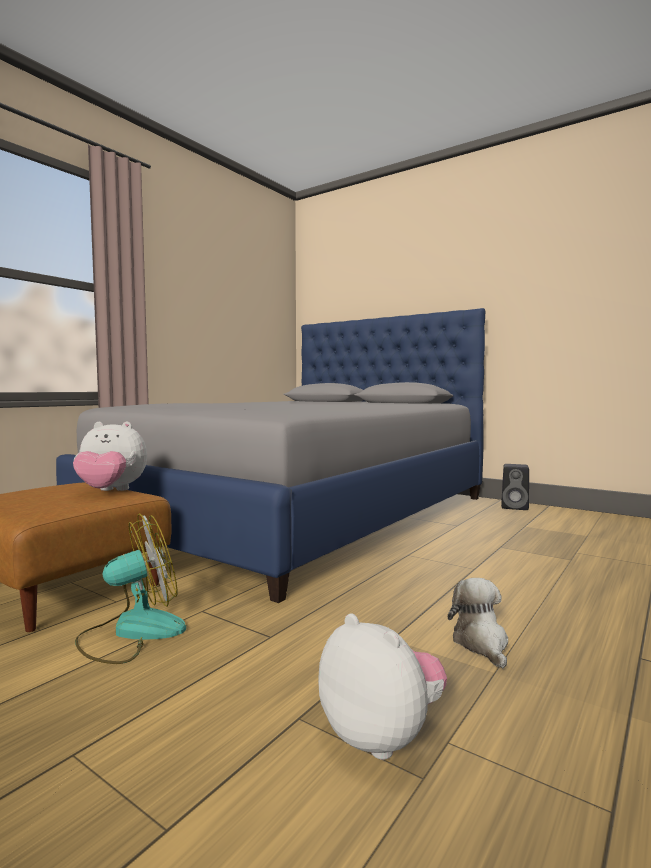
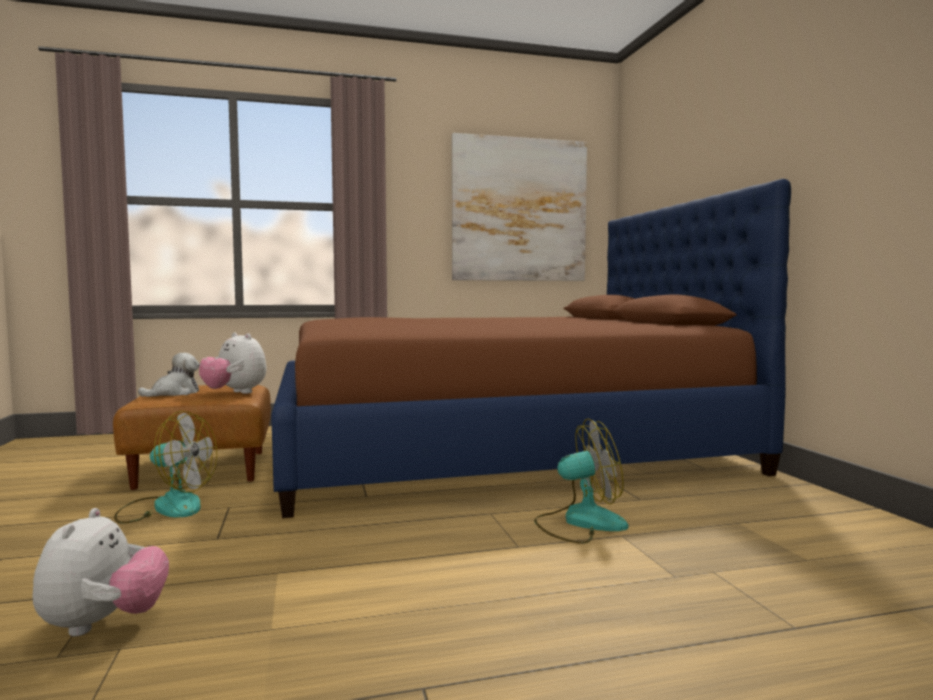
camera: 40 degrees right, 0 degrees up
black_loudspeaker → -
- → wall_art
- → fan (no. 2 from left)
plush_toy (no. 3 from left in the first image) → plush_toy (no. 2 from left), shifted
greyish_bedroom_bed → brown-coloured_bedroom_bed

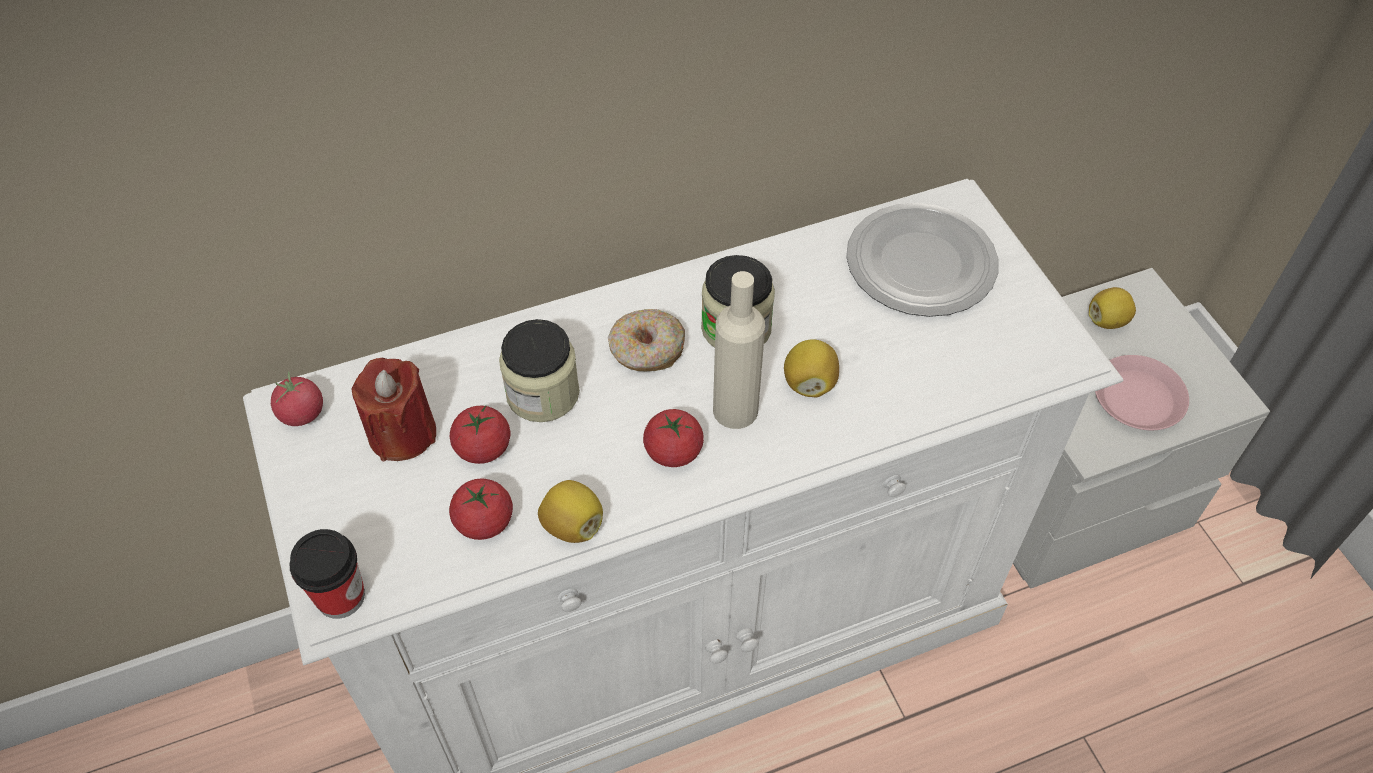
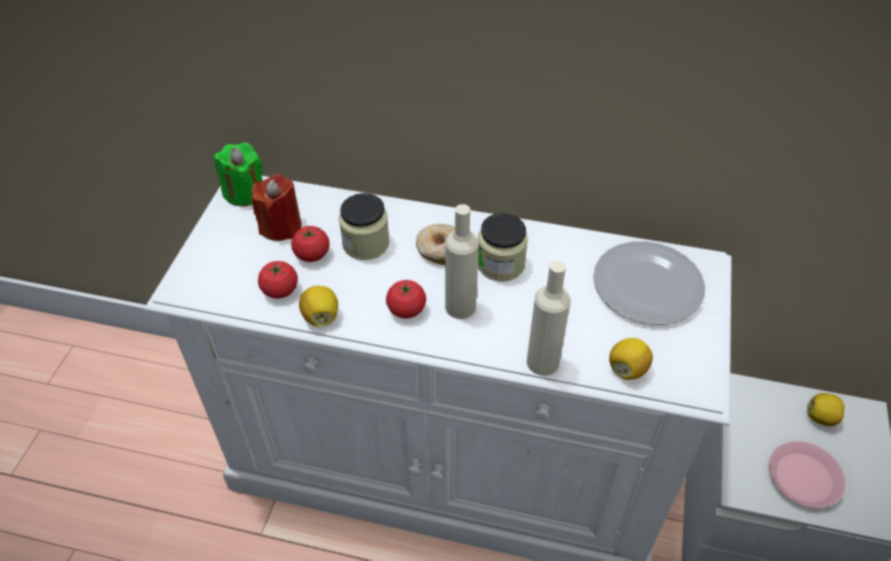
camera: 35 degrees right, 5 degrees down
cup → -
- → sand-coloured_drink_bottle (no. 2 from left)
citrus_fruit (no. 2 from left), shifted
whole_tomato (no. 1 from left) → green_wax_candle

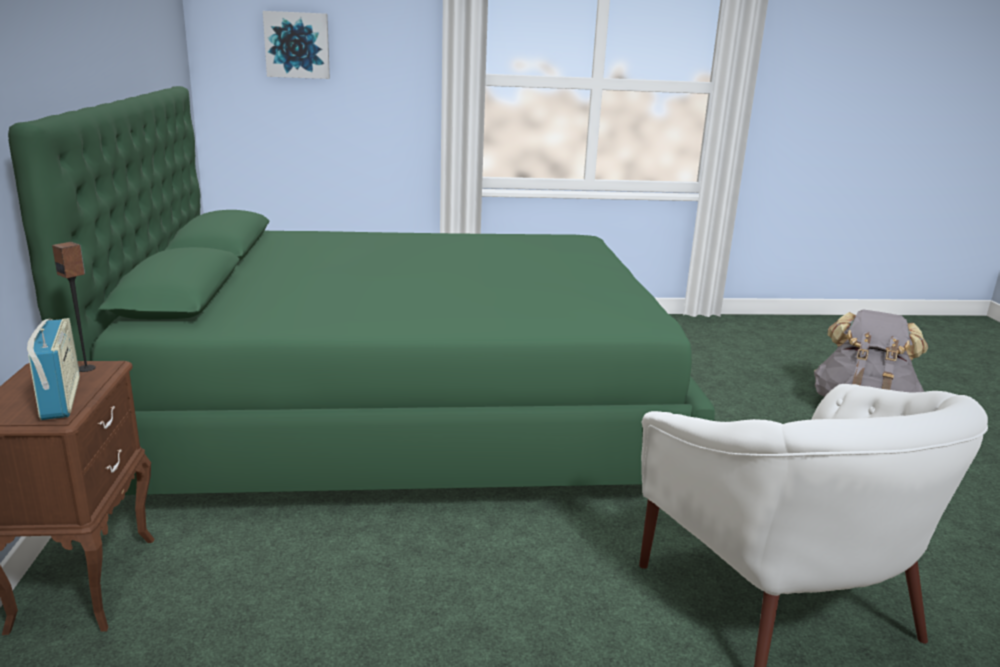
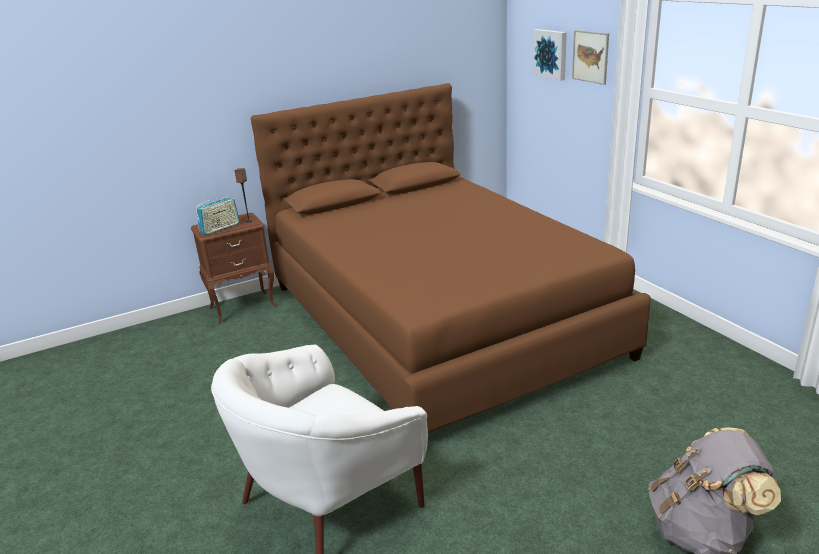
camera: 70 degrees right, 5 degrees up
- → wall_art (no. 2 from left)
green_bedroom_bed → brown-coloured_bedroom_bed

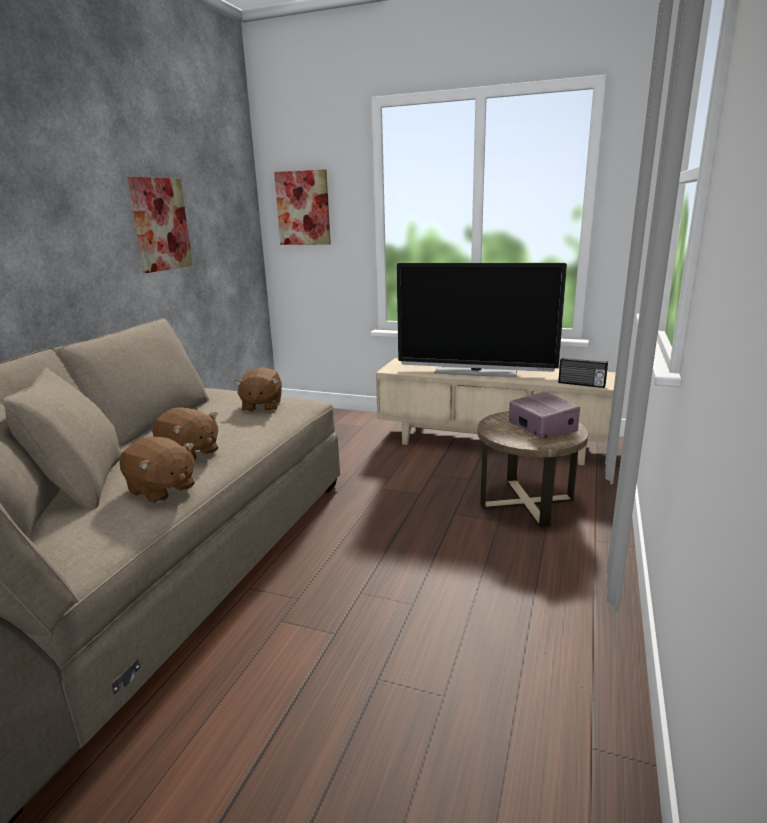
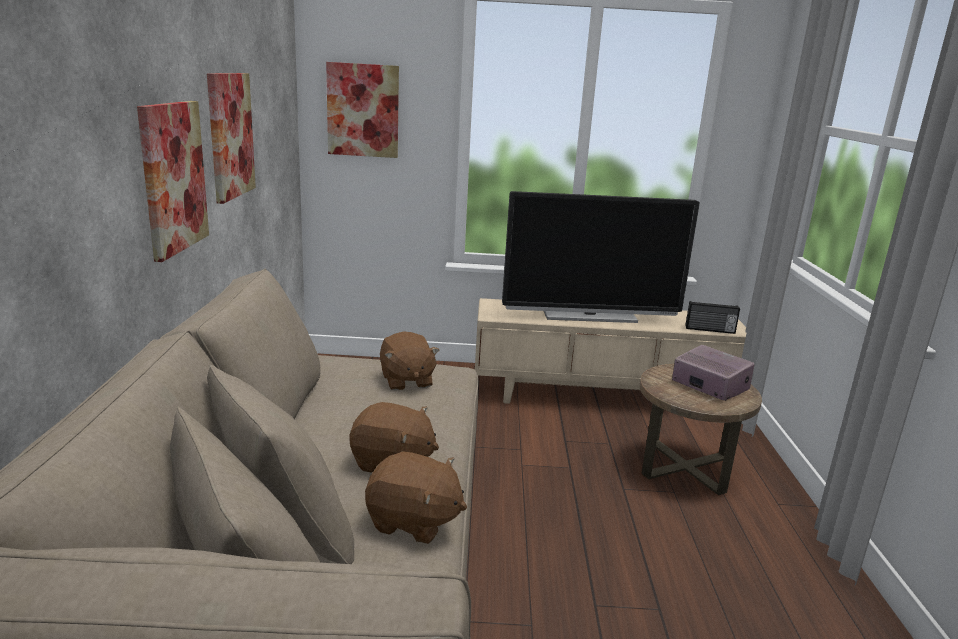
camera: 20 degrees left, 0 degrees up
- → wall_art (no. 1 from left)

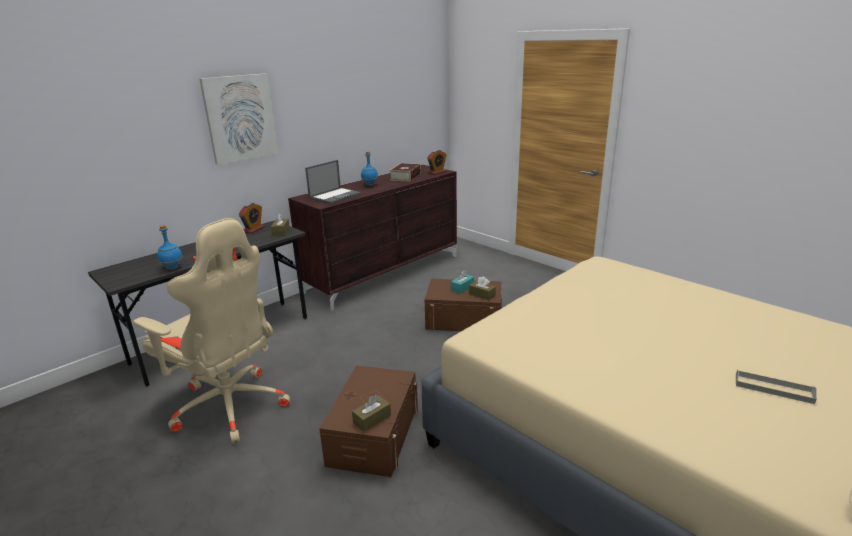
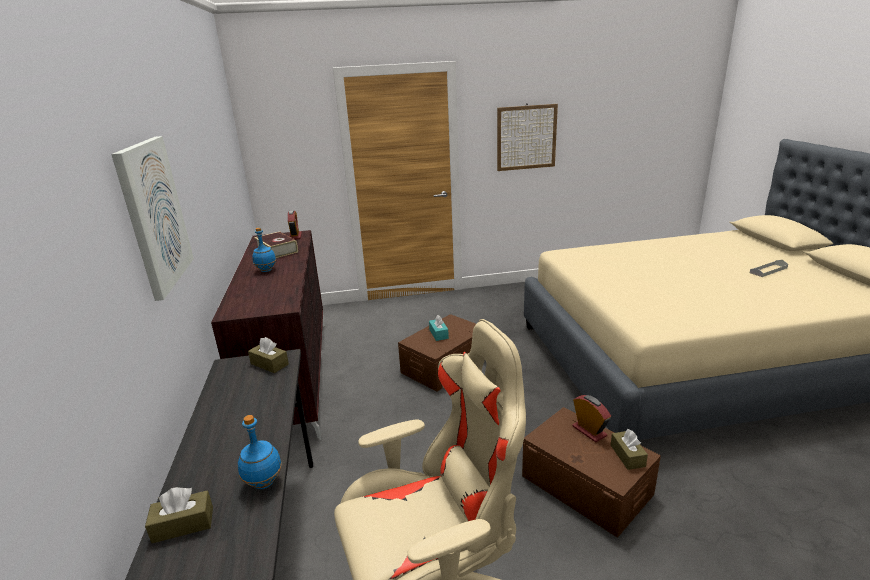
camera: 55 degrees left, 0 degrees up
laptop → -
- → wall_art (no. 2 from left)
table_clock (no. 1 from left in the first image) → table_clock (no. 2 from left), shifted
brown-coloured_tissue_holder (no. 3 from left in the first image) → brown-coloured_tissue_holder (no. 1 from left), shifted

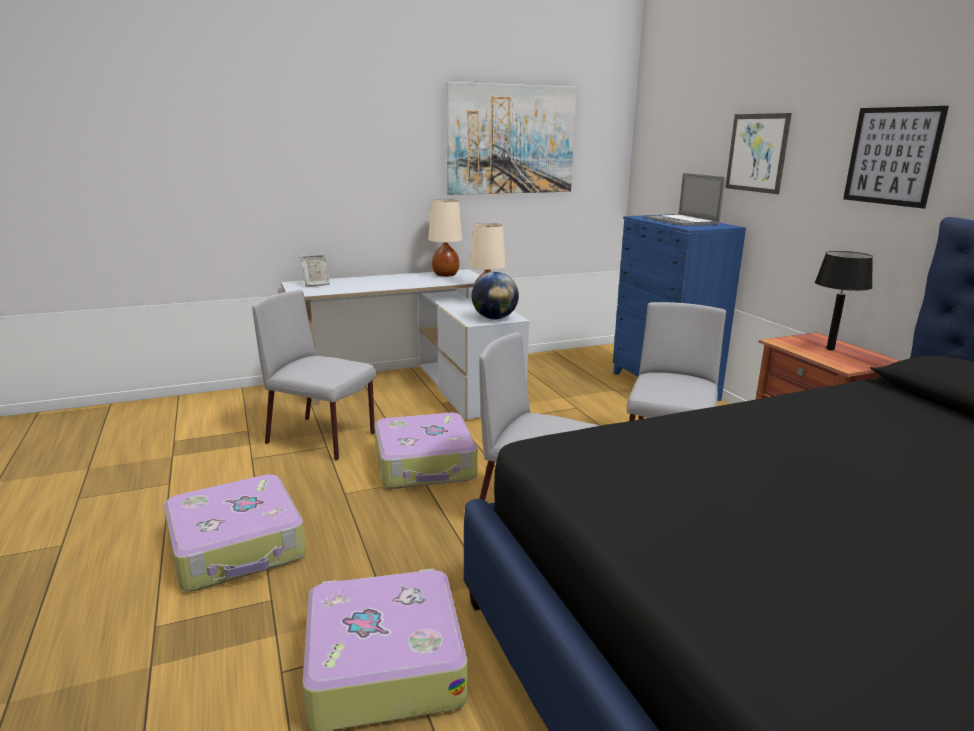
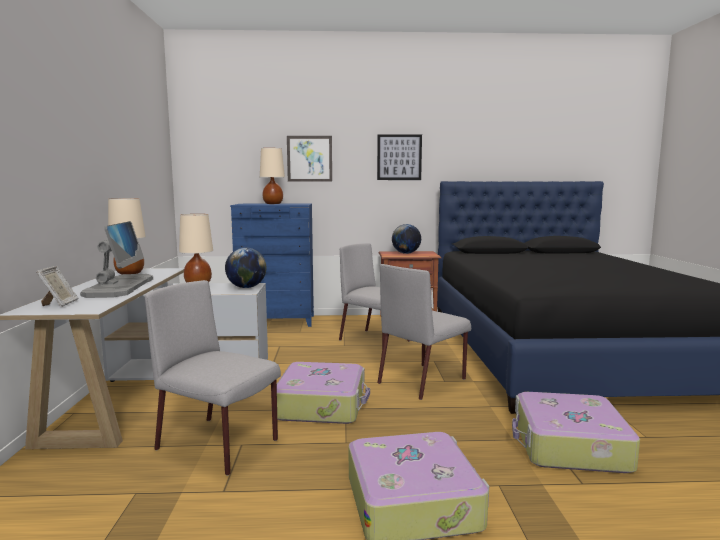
camera: 70 degrees left, 10 degrees down
wall_art (no. 1 from left) → -
- → monitor
laptop → sand-coloured_lamp_for_a_table (no. 3 from left)
black_lamp_for_a_table → world_globe (no. 2 from left)
greyish_chair (no. 1 from left), 75 degrees clockwise

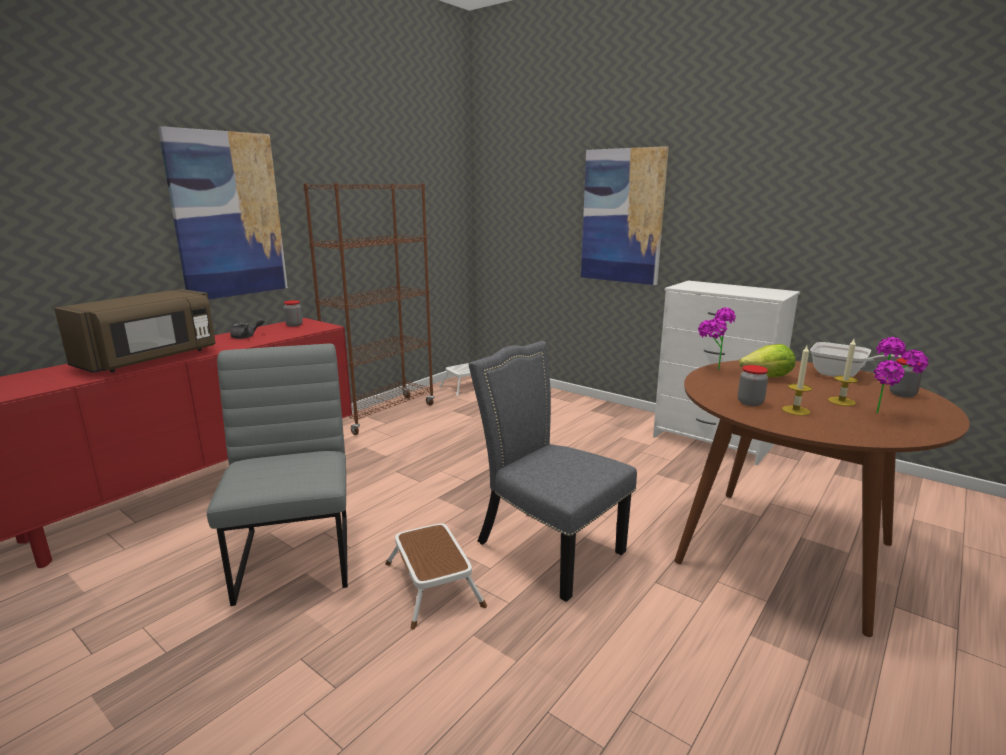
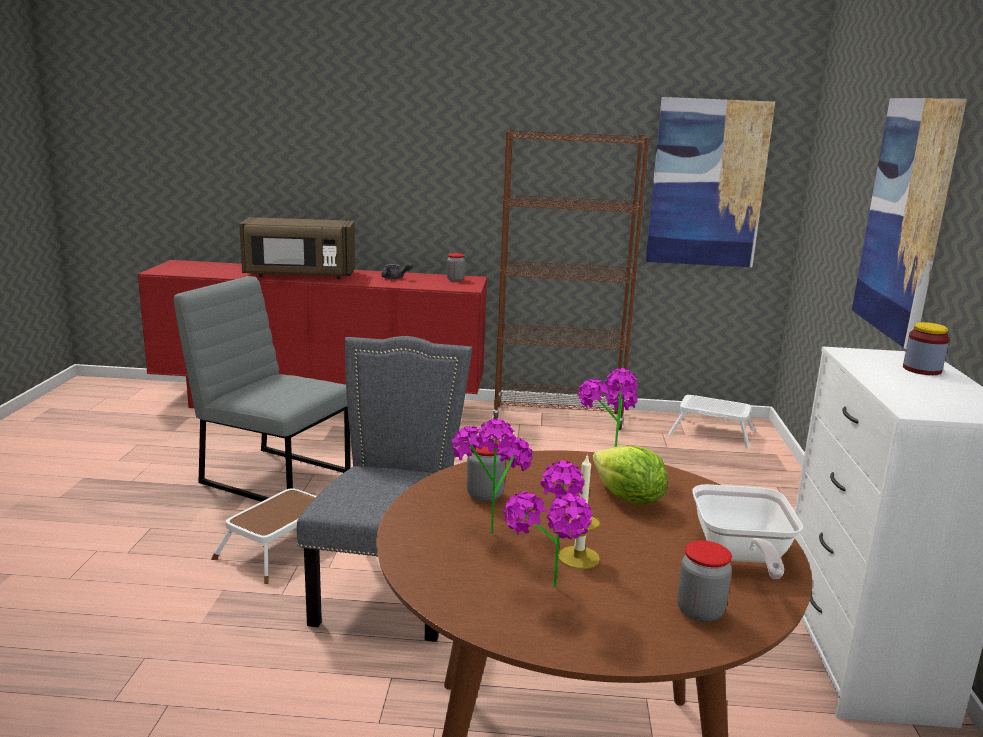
camera: 55 degrees right, 0 degrees up
- → jar (no. 4 from left)
wall_art (no. 1 from left), shifted
wax_candle (no. 1 from left) → plant_in_a_pot (no. 1 from left)
greyish_chair (no. 1 from left), 105 degrees counterclockwise

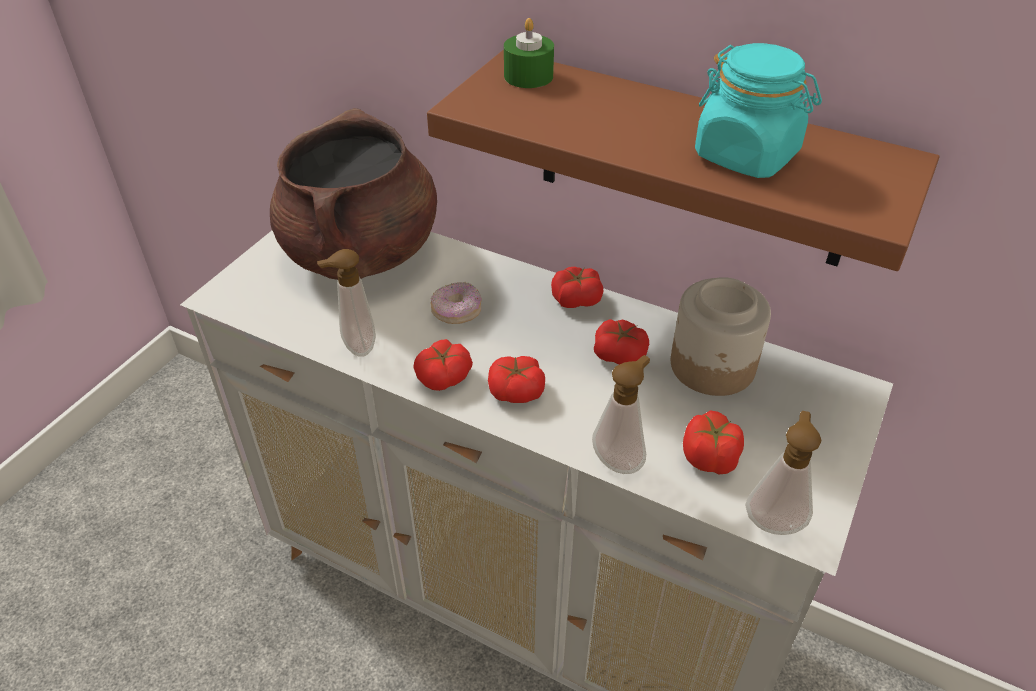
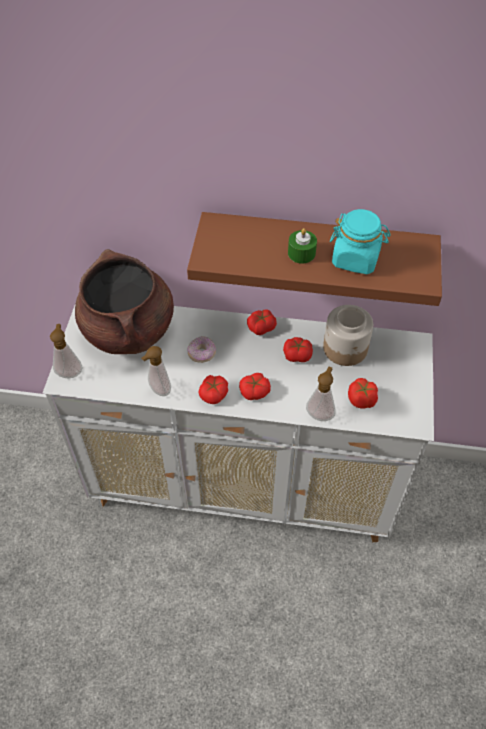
camera: 20 degrees left, 10 degrees up
green_wax_candle, shifted
soap_bottle (no. 3 from left in the first image) → soap_bottle (no. 1 from left), shifted

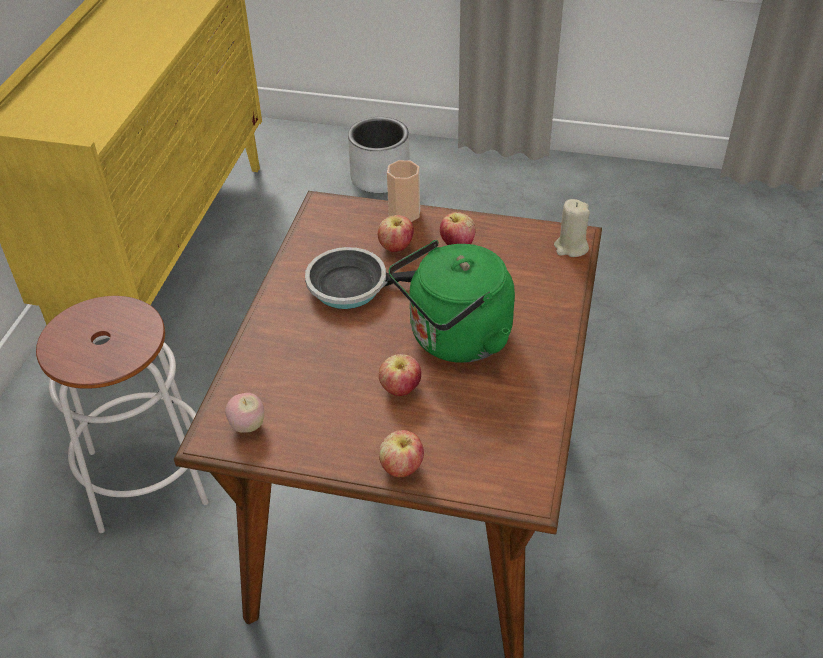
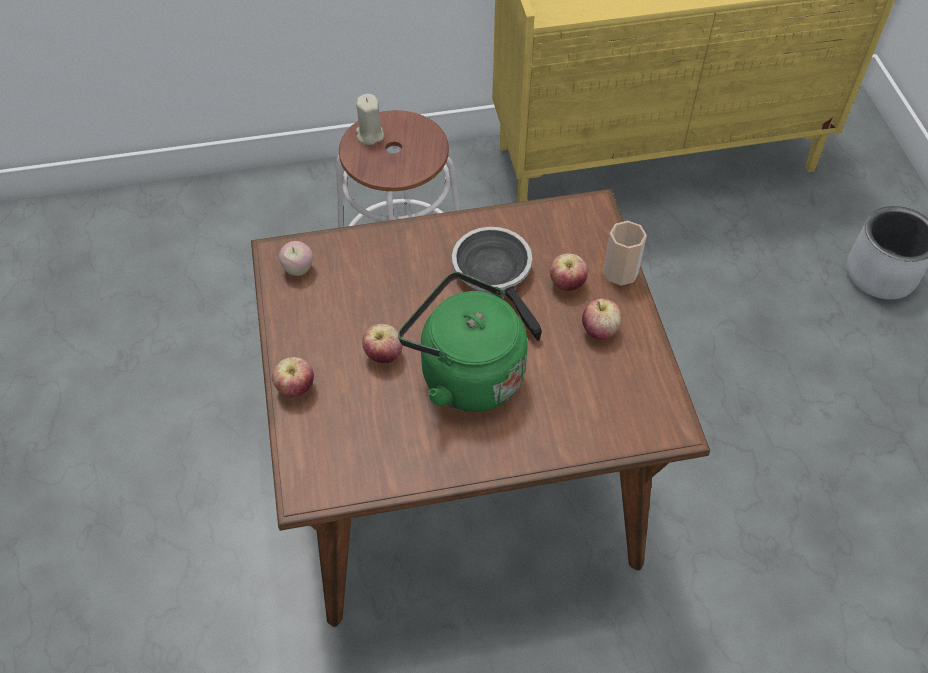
camera: 65 degrees right, 10 degrees up
sand-coloured_wax_candle, shifted

